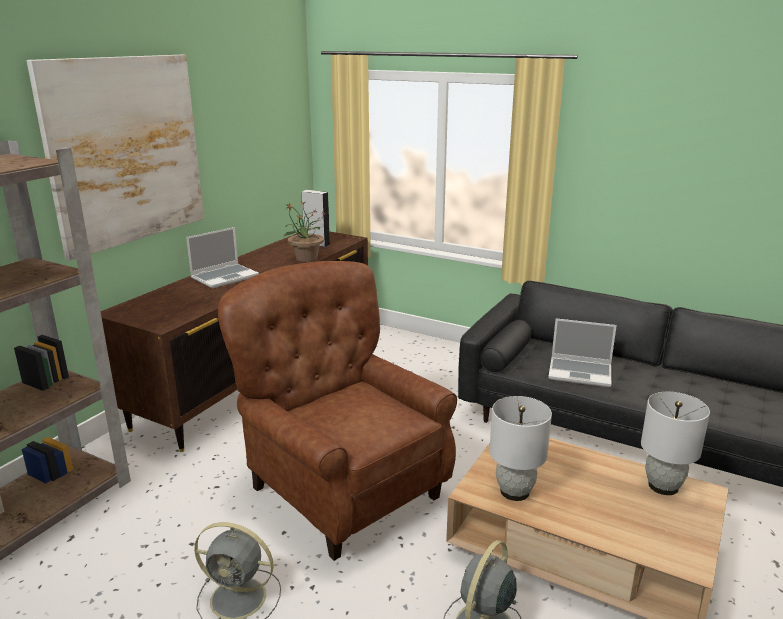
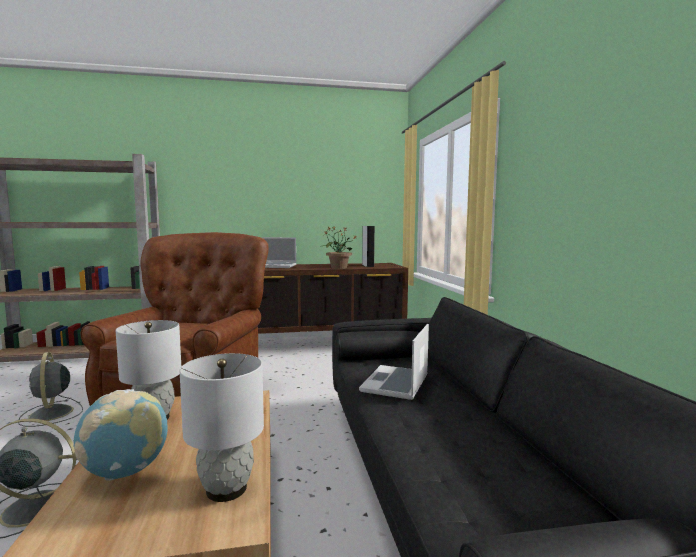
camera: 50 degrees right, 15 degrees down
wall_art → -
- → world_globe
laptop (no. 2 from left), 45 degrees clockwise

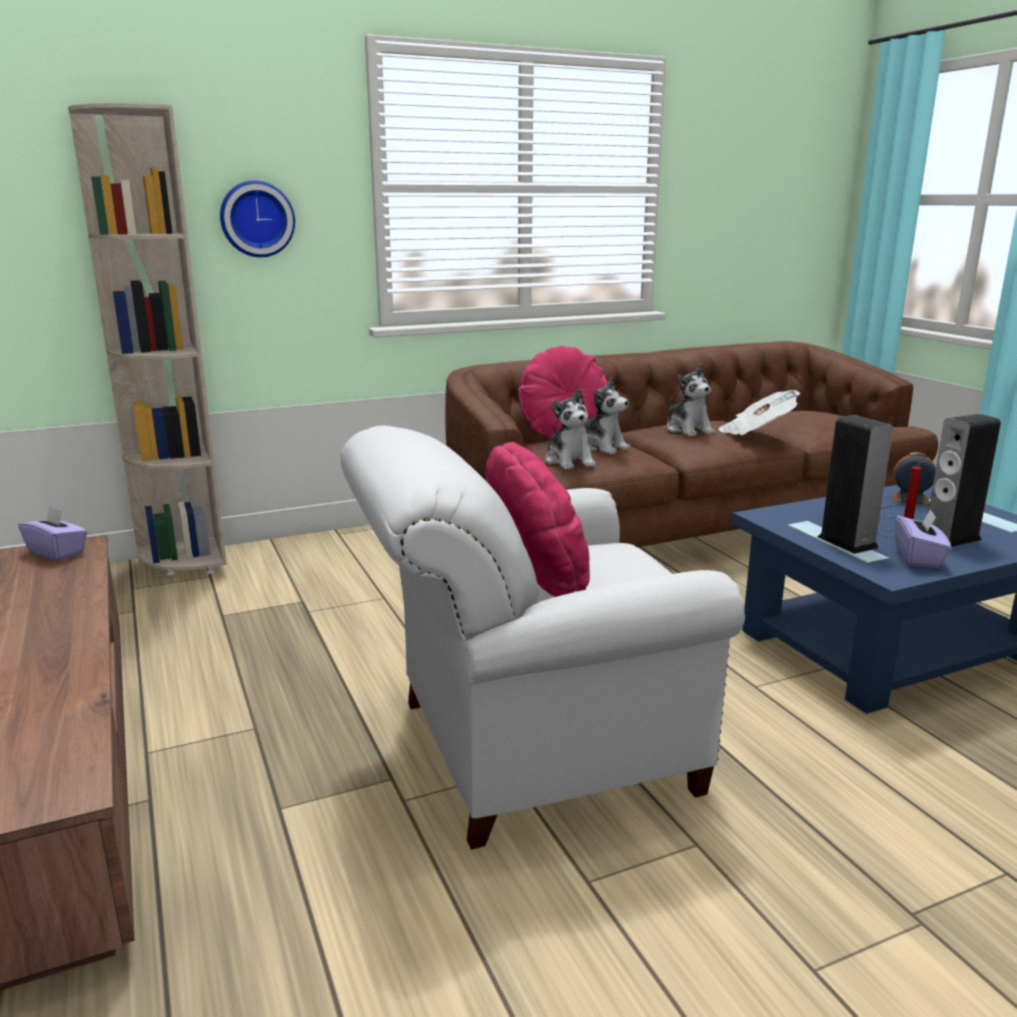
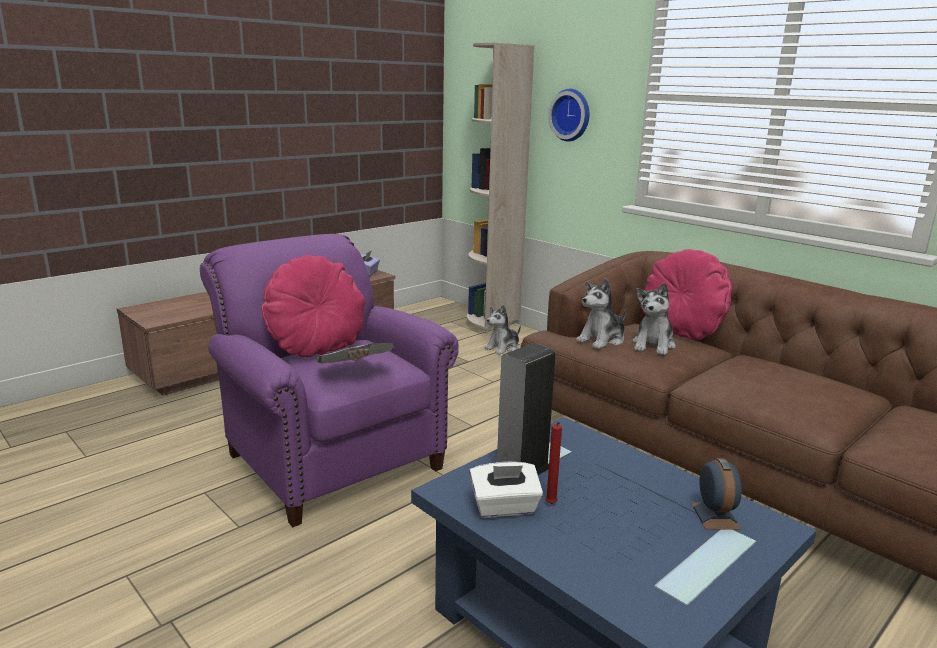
camera: 70 degrees right, 0 degrees up
loudspeaker (no. 2 from left) → -
plush_toy (no. 3 from left in the first image) → plush_toy (no. 1 from left), shifted
daily_paper, shifted
white_armchair → purple-coloured_armchair
purple-coloured_tissue_holder (no. 2 from left) → white_tissue_holder

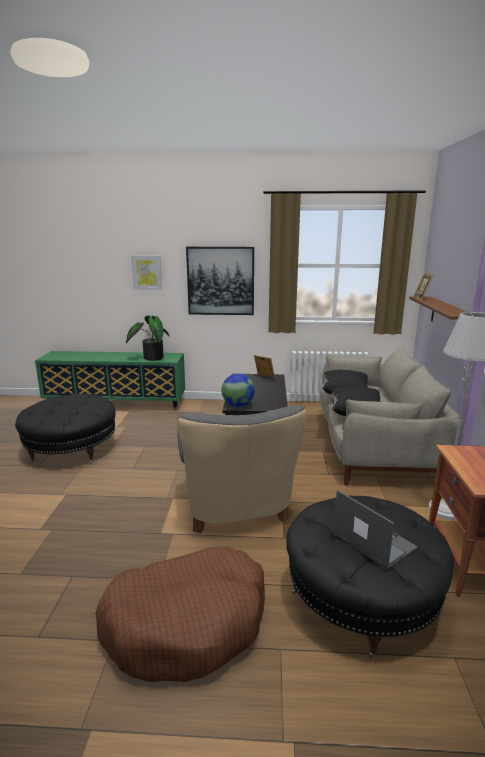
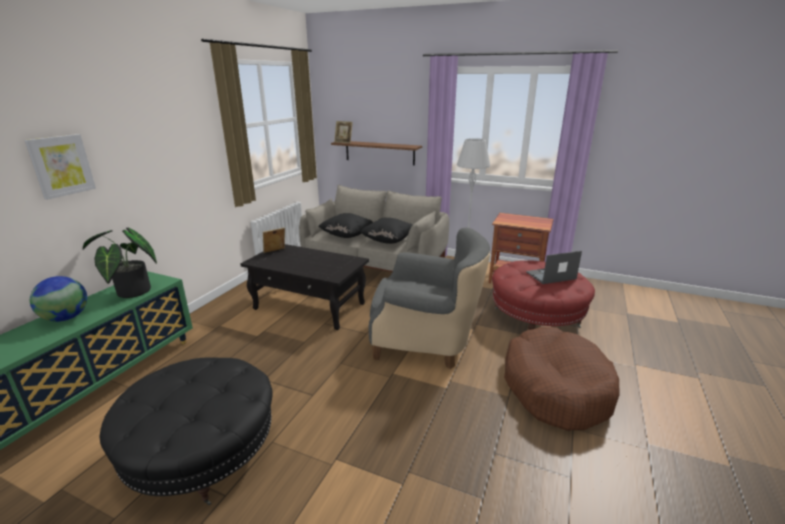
camera: 70 degrees left, 5 degrees up
wall_art (no. 2 from left) → -
world_globe, shifted
black_pouffe (no. 2 from left) → red-coloured_pouffe

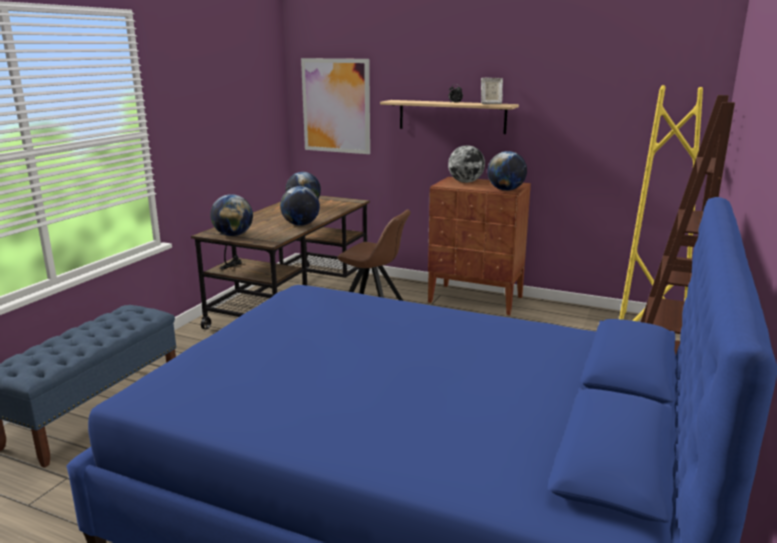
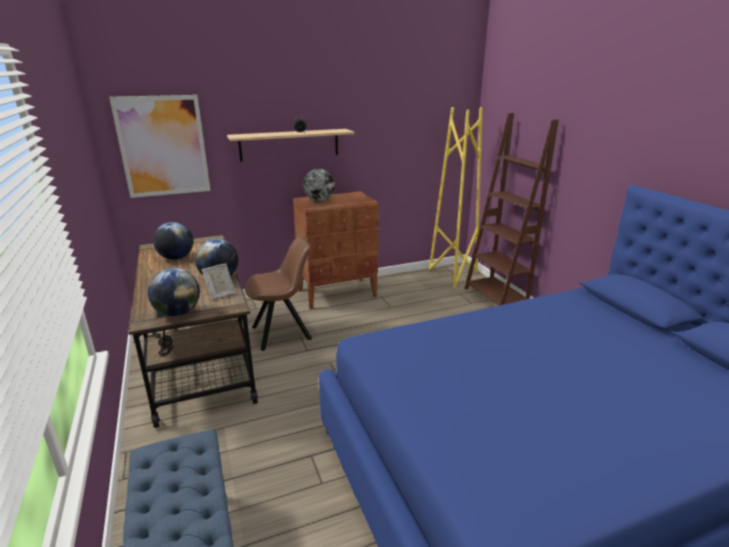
camera: 45 degrees left, 5 degrees up
world_globe (no. 5 from left) → -
photo_frame, shifted

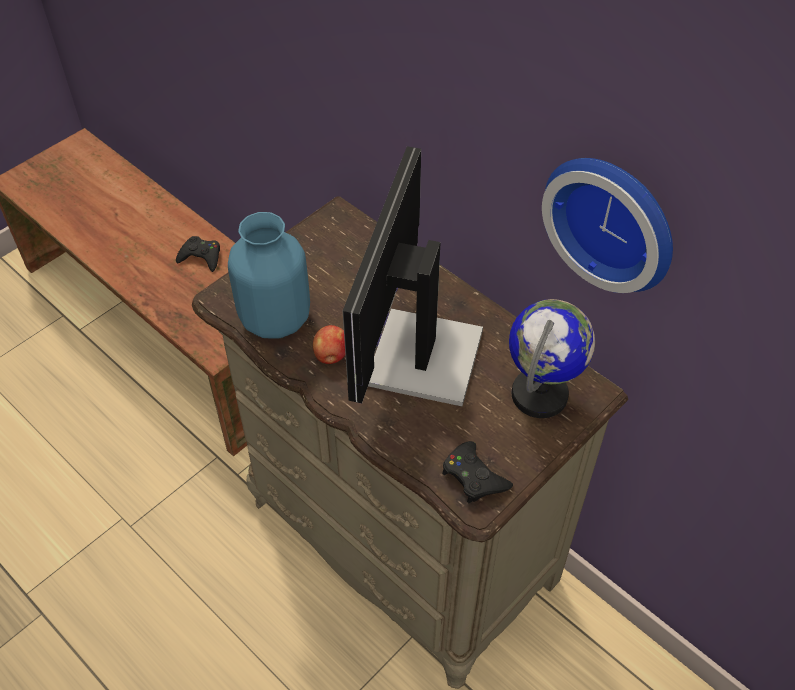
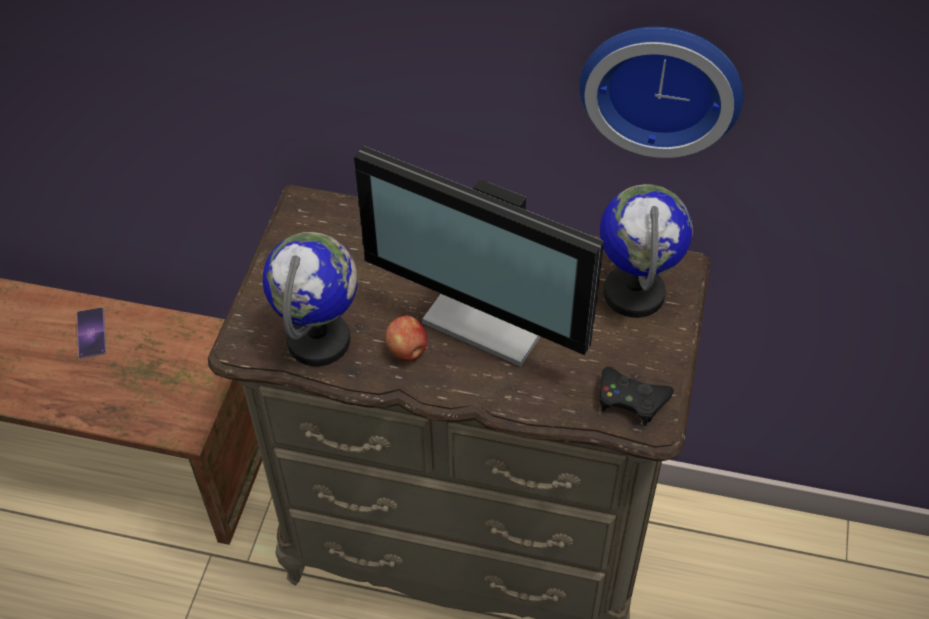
camera: 30 degrees left, 0 degrees up
black_gamepad (no. 1 from left) → handset
bluish_flower_vase → world_globe (no. 1 from left)
monitor, 45 degrees counterclockwise

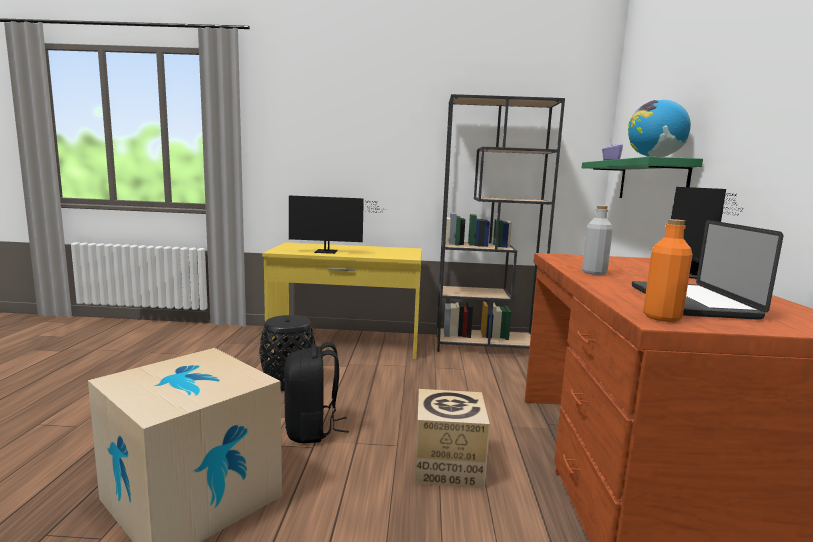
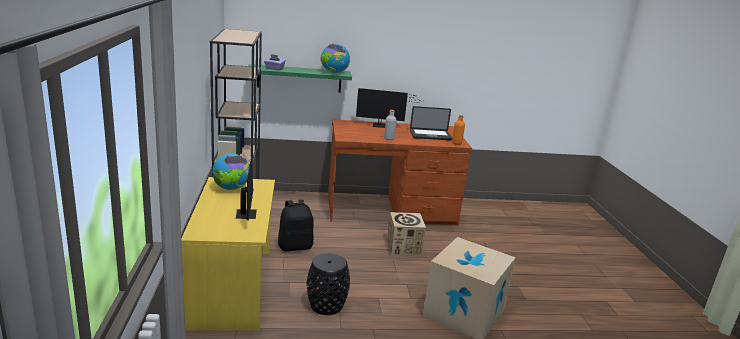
camera: 100 degrees left, 10 degrees up
- → world_globe (no. 1 from left)
black_rucksack, shifted

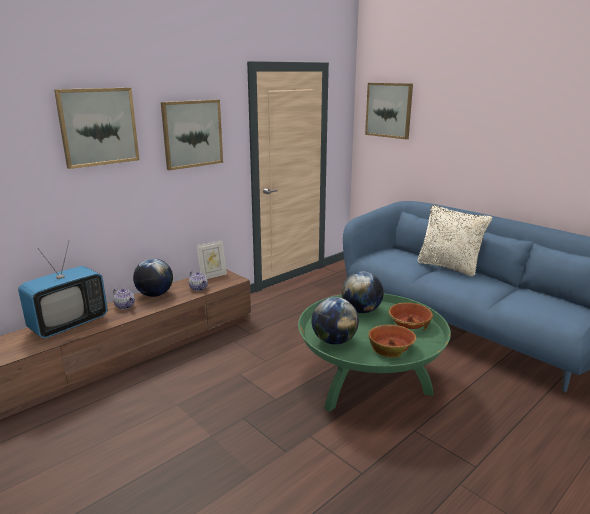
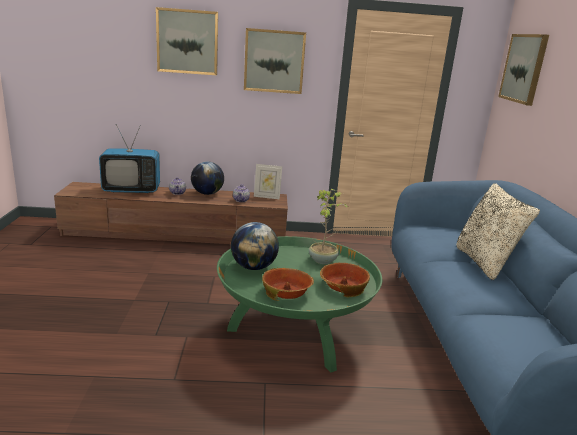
camera: 40 degrees right, 0 degrees up
world_globe (no. 3 from left) → plant_in_a_pot

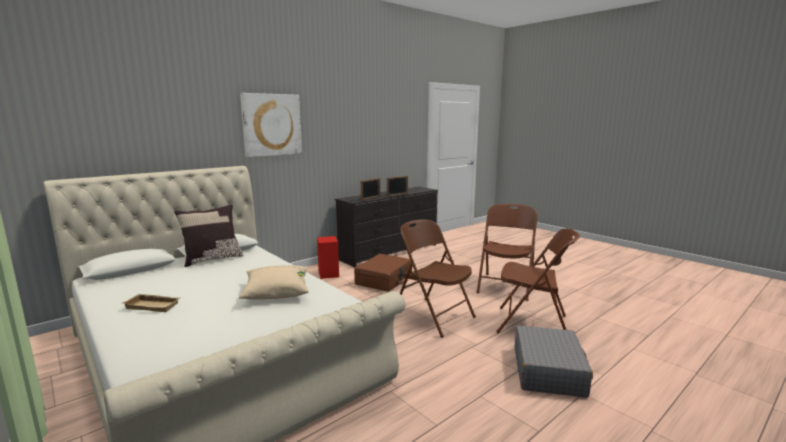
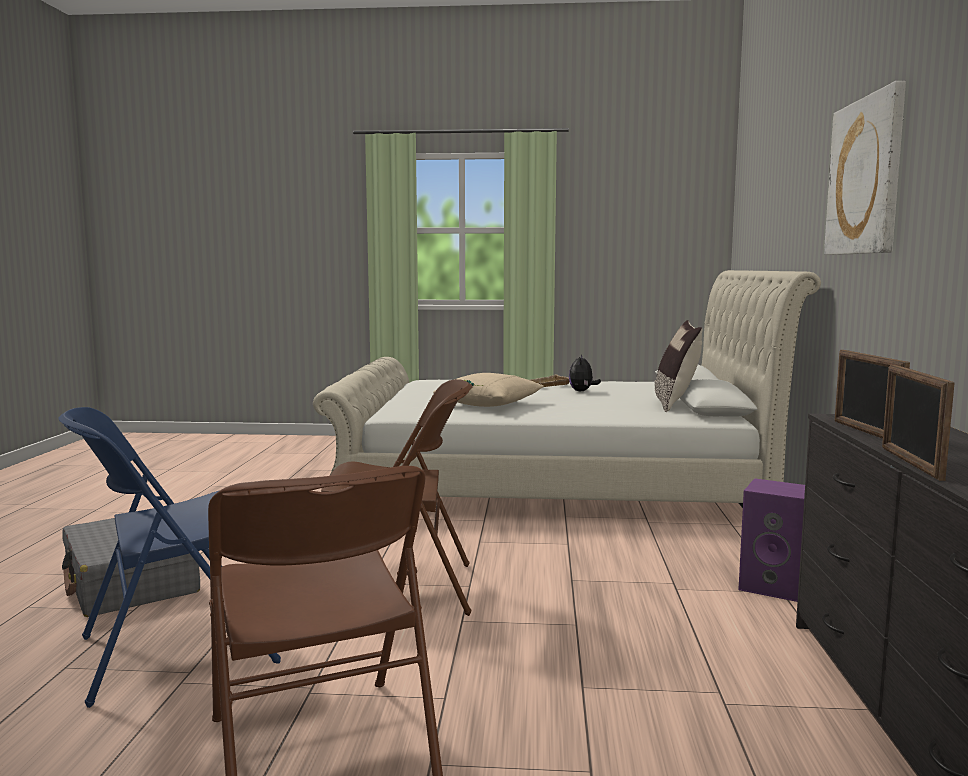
camera: 135 degrees right, 5 degrees down
brown-coloured_piece_of_luggage → -
- → plush_toy
red-coloured_loudspeaker → purple-coloured_loudspeaker
brown-coloured_chair (no. 3 from left) → bluish_chair

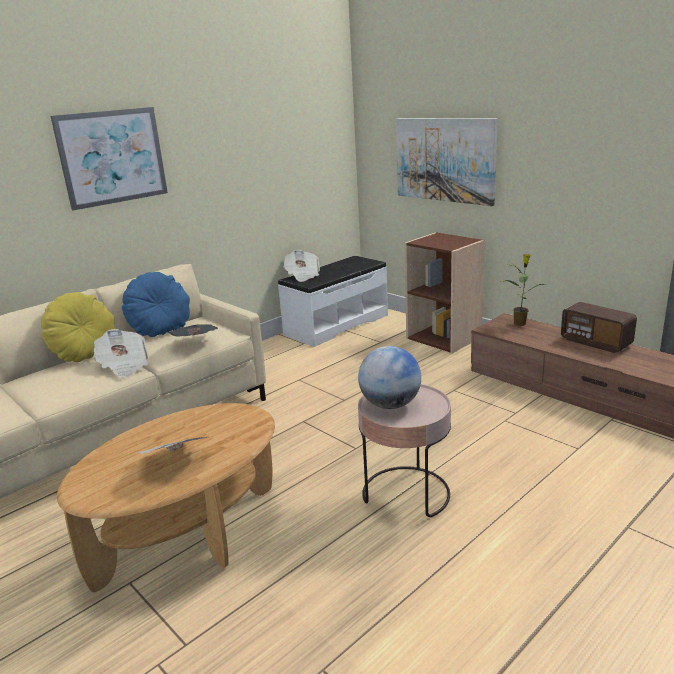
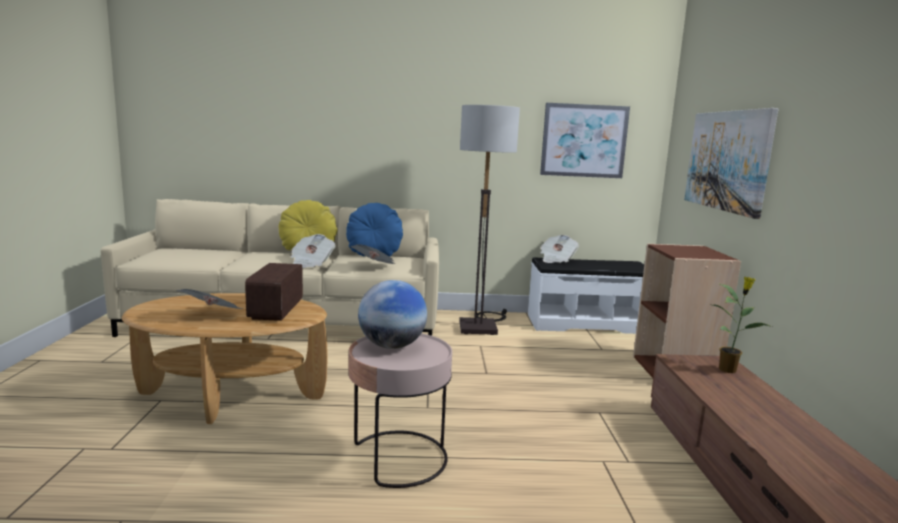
camera: 40 degrees right, 10 degrees down
- → standing_lamp
wall_art (no. 1 from left), shifted
radio_set, shifted

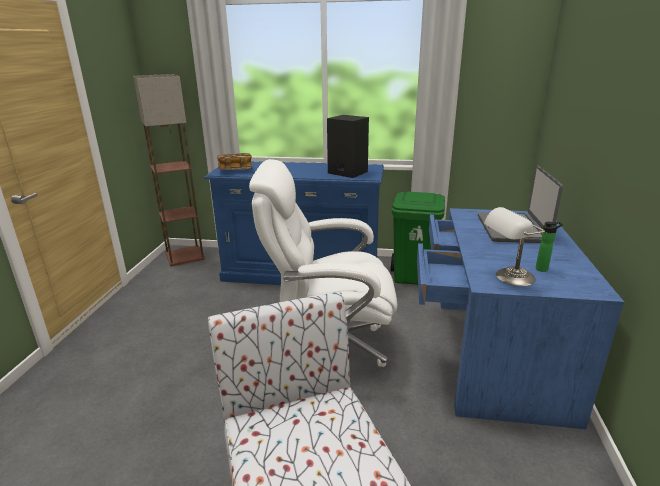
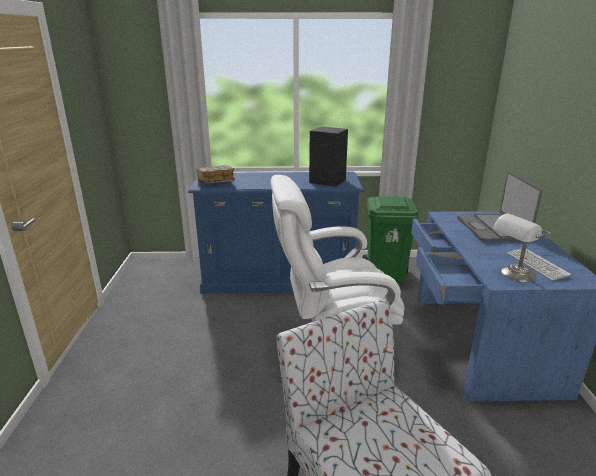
camera: 10 degrees left, 0 degrees up
standing_lamp → -
drink_bottle → keyboard

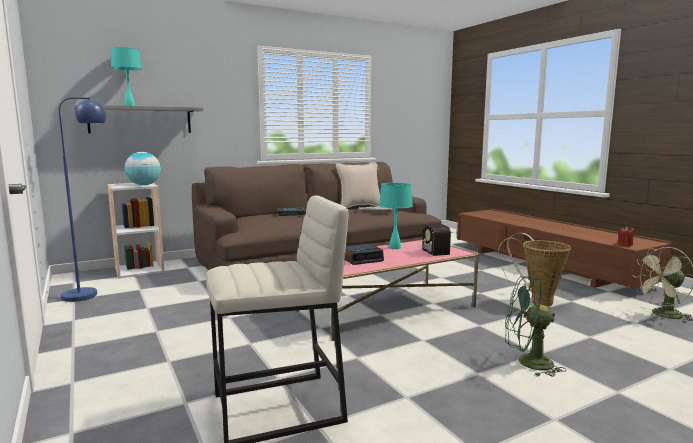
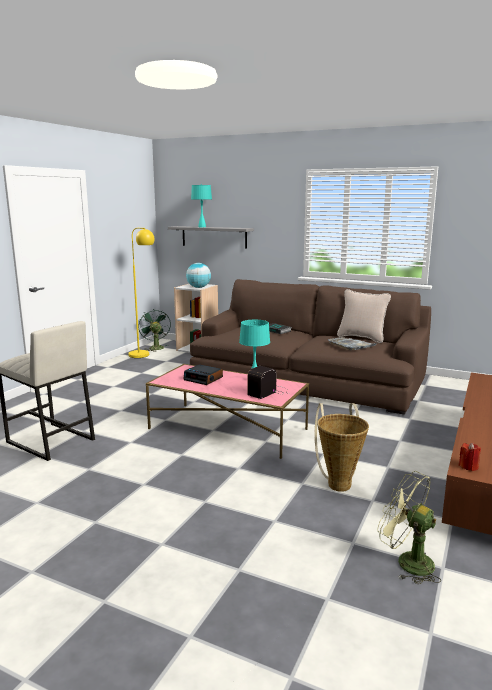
camera: 55 degrees right, 5 degrees up
green_fan (no. 1 from left), shifted
bluish_standing_lamp → yellow-coloured_standing_lamp

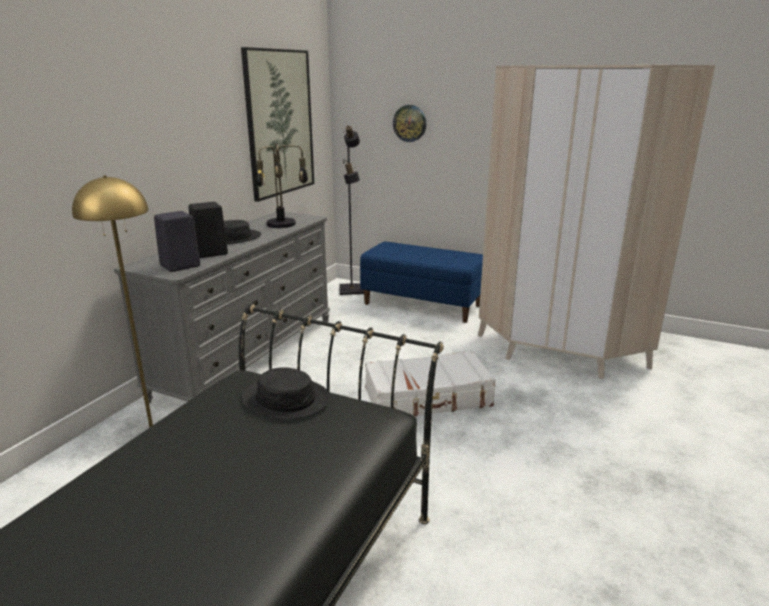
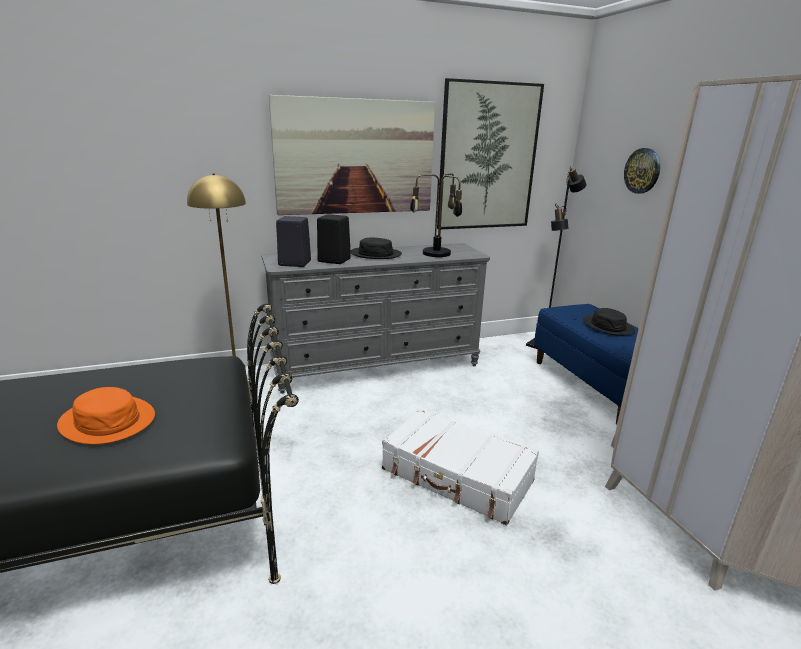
camera: 45 degrees right, 0 degrees up
- → orangey_clothing_hat
- → wall_art (no. 1 from left)
black_clothing_hat (no. 2 from left), shifted

